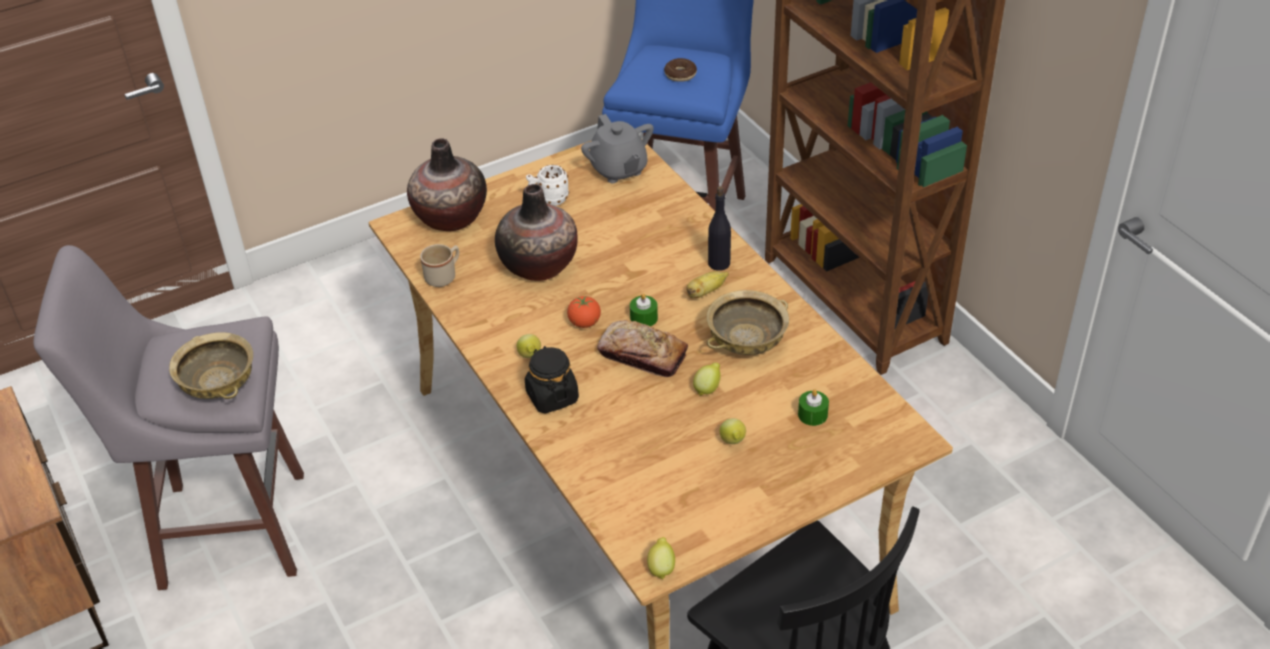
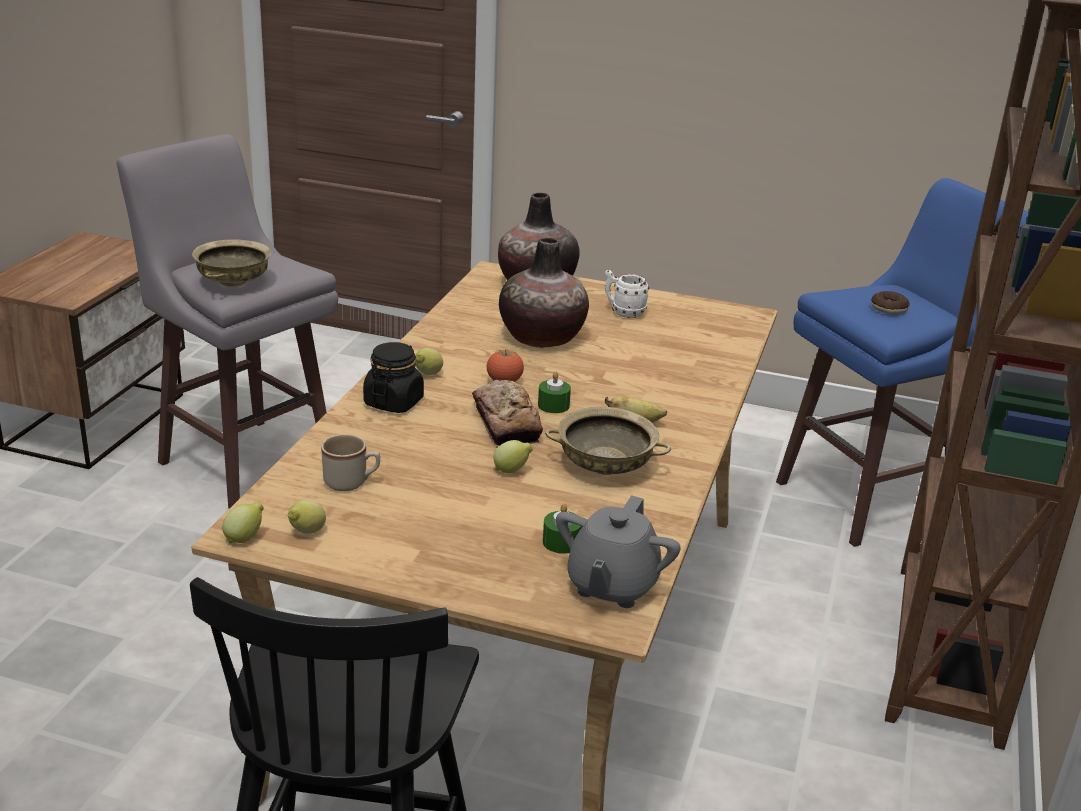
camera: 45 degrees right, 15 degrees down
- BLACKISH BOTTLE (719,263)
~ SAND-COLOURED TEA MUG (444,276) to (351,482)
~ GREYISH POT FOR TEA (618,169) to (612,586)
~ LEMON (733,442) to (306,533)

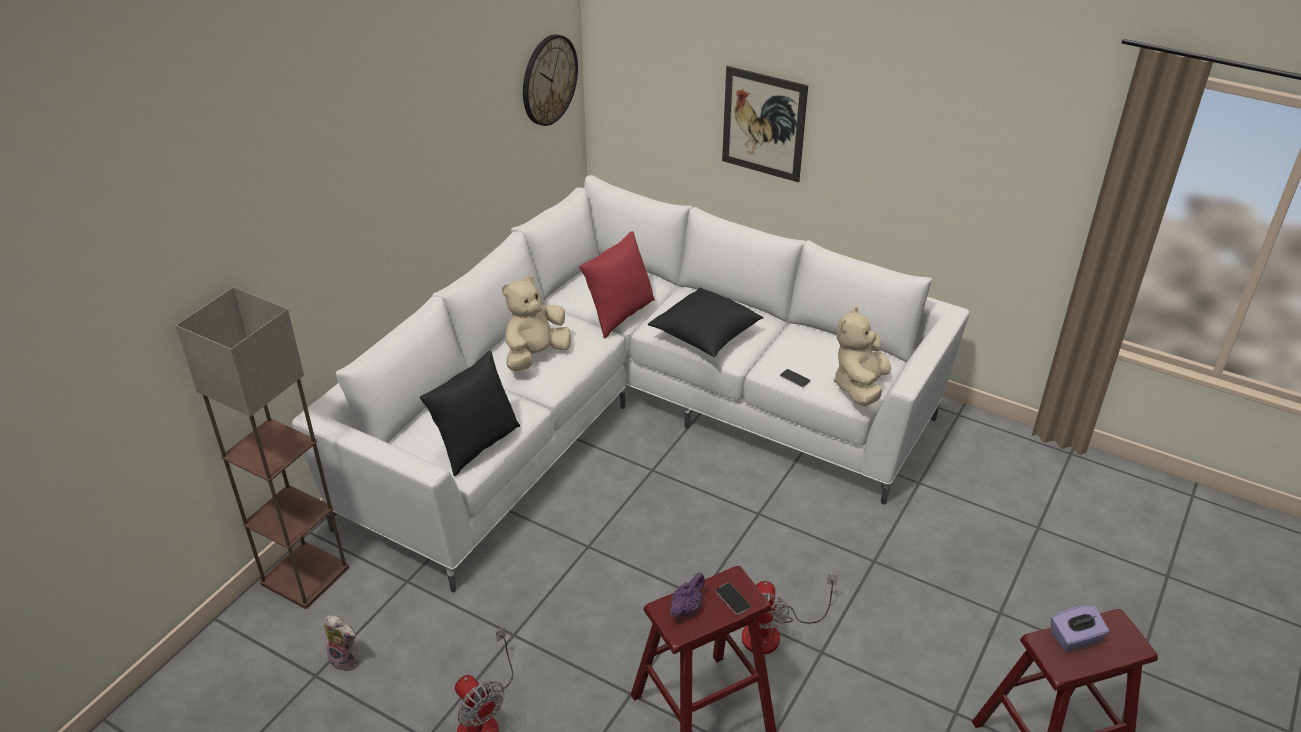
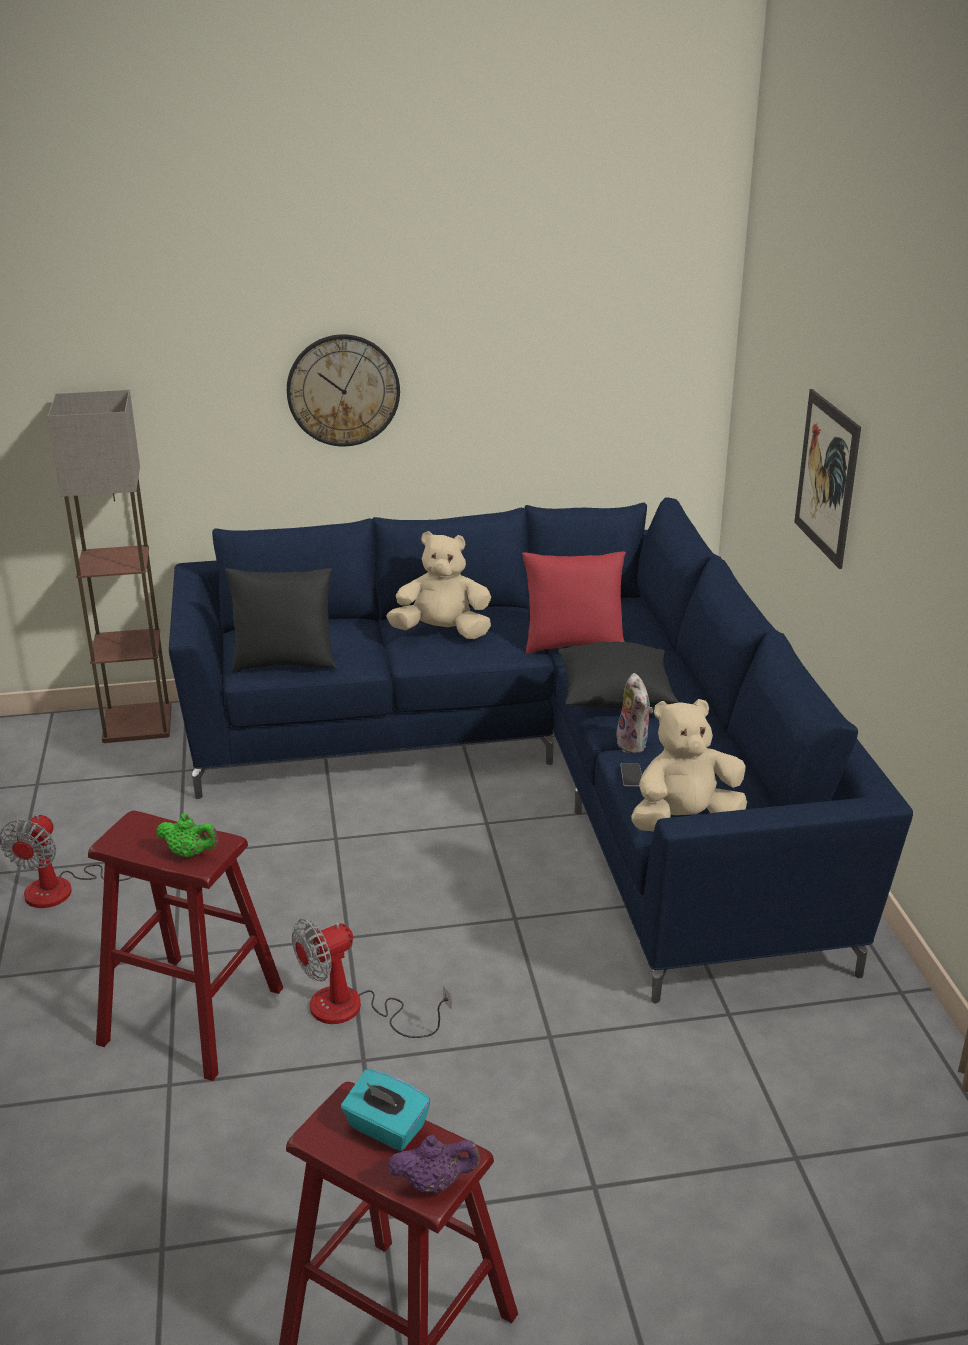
camera: 50 degrees right, 10 degrees down
~ CUDDLY TOY (347,659) to (634,744)
~ CLOCK ON THE WALL (549,80) to (343,390)
~ PURPLE POT FOR TEA (686,608) to (434,1183)
~ PHONE (732,599) to GREEN-COLOURED POT FOR TEA (190,853)
~ WHITE-COLOURED SOFA (629,417) to BLUE-COLOURED SOFA (541,774)
~ PURPLE BOX OF TISSUES (1075,638) to TURQUOISE BOX OF TISSUES (386,1128)

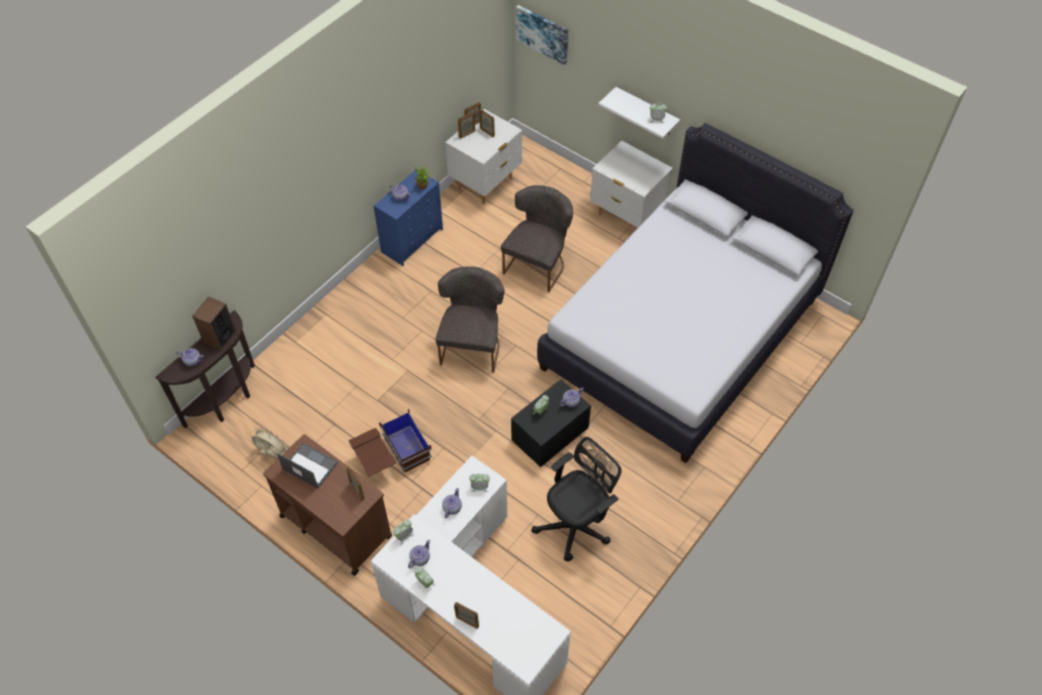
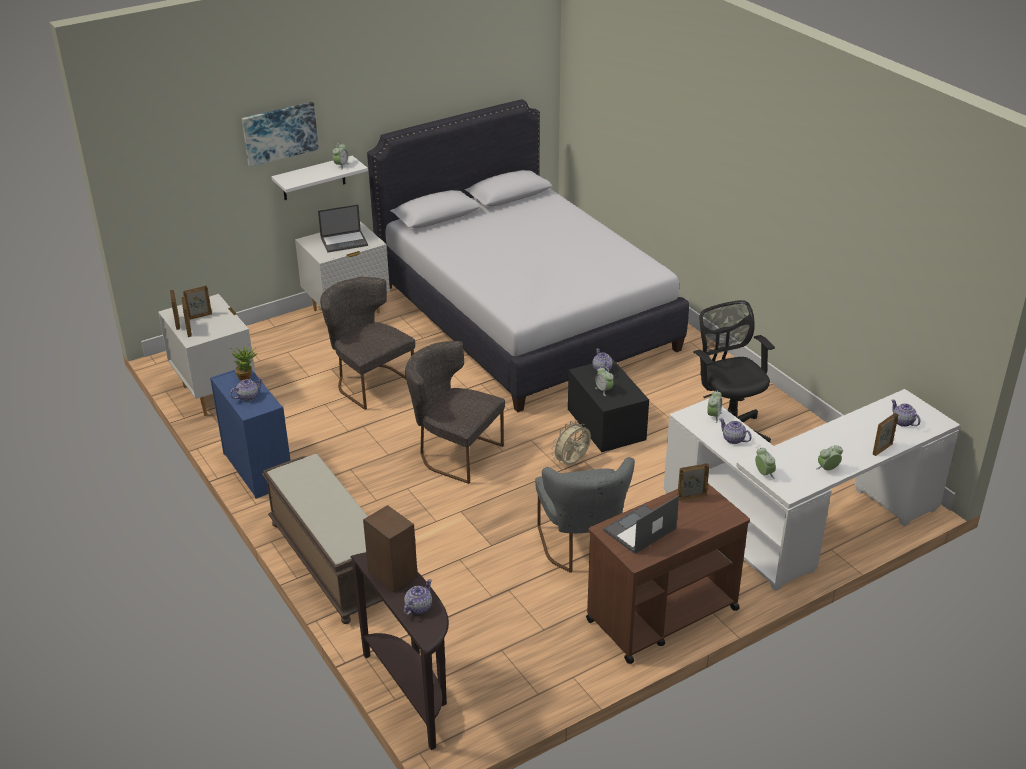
camera: 70 degrees left, 20 degrees down
+ BROWN-COLOURED LONG SEAT (330,562)
+ LAPTOP (344,241)
~ SAND-COLOURED ELECTRIC FAN (272,454) to (572,463)
~ POT FOR TEA (419,558) to (903,422)
~ PICTURE (543,34) to (279,133)
~ BROWN-COLOURED STORAGE BOX (392,457) to GREYISH PLAIN CHAIR (582,548)

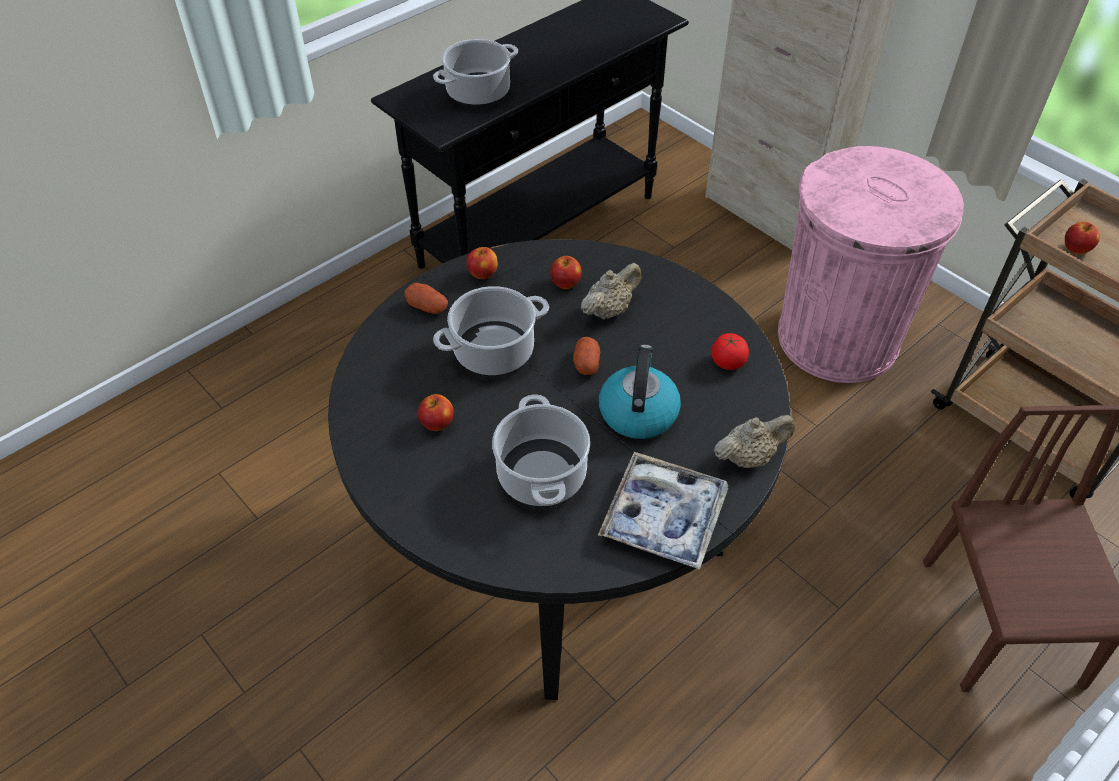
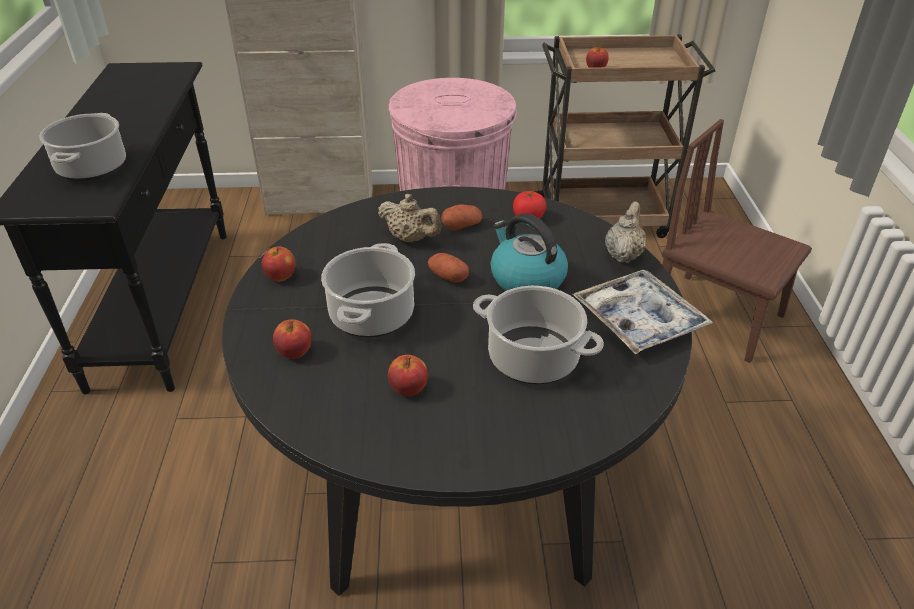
camera: 50 degrees left, 10 degrees down
~ WHOLE POTATO (427,307) to (461,226)
~ WHOLE APPLE (565,283) to (294,352)
~ SAND-COLOURED POT FOR TEA (609,310) = (411,239) 120 degrees clockwise

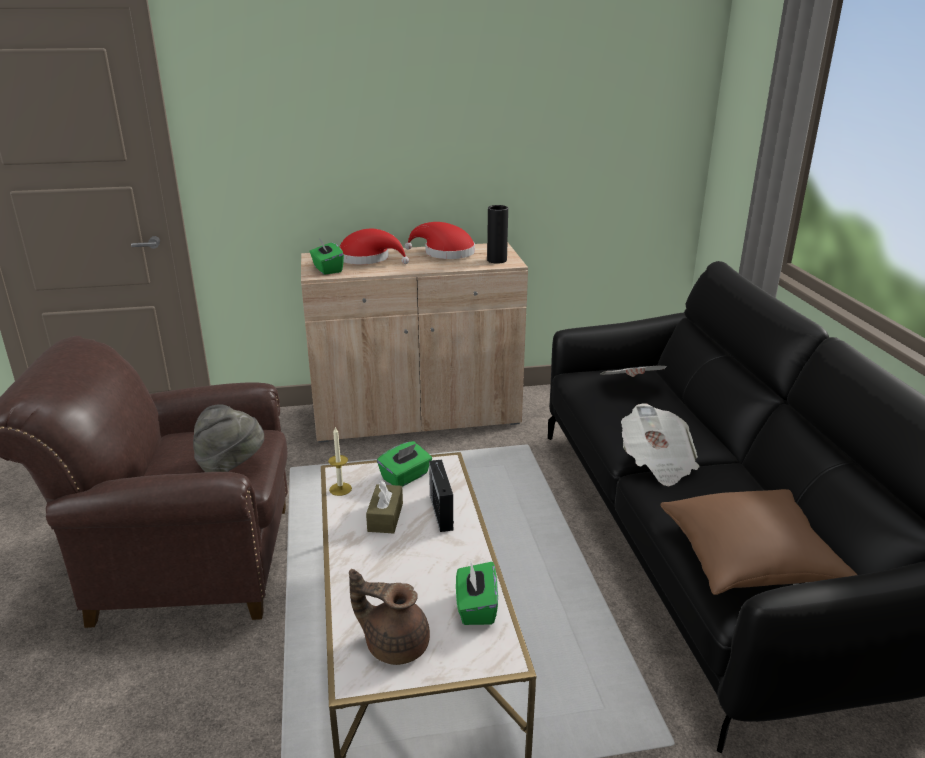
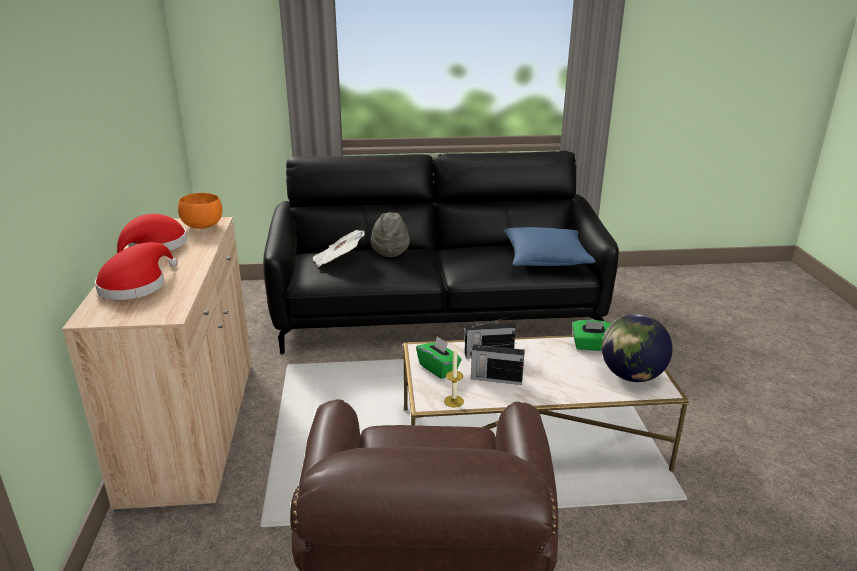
camera: 85 degrees left, 0 degrees up
- GREEN-COLOURED BOX OF TISSUES (327,269)
- DAILY PAPER (657,463)
~ GREYISH HAT (231,466) to (390,251)
~ BROWN-COLOURED POT FOR TEA (394,644) to WORLD GLOBE (631,376)
~ BROWN-COLOURED BOX OF TISSUES (385,517) to RADIO SET (495,378)
~ BLACKISH FLOWER VASE (497,260) to ORANGE BOWL (202,226)
~ BROWN-COLOURED CUSHION (749,559) to BLUE-COLOURED CUSHION (546,259)

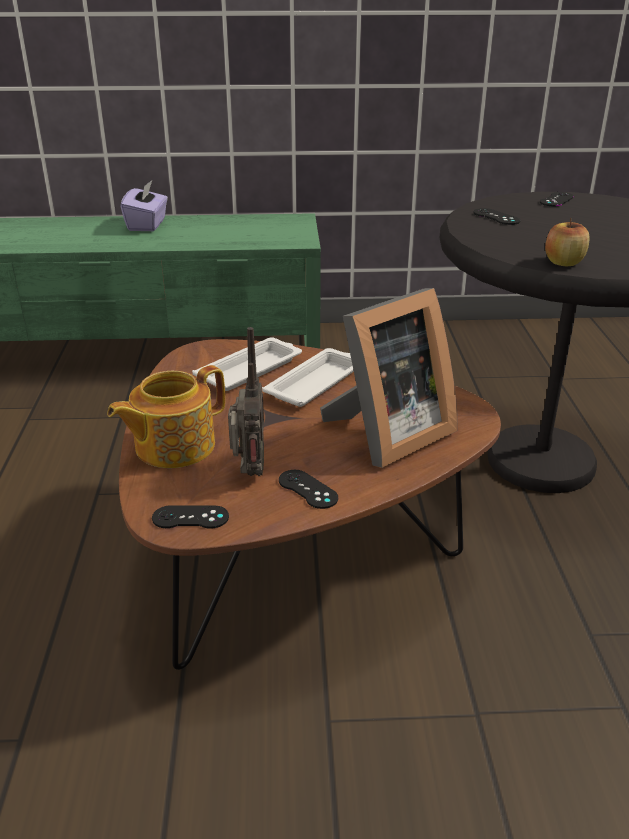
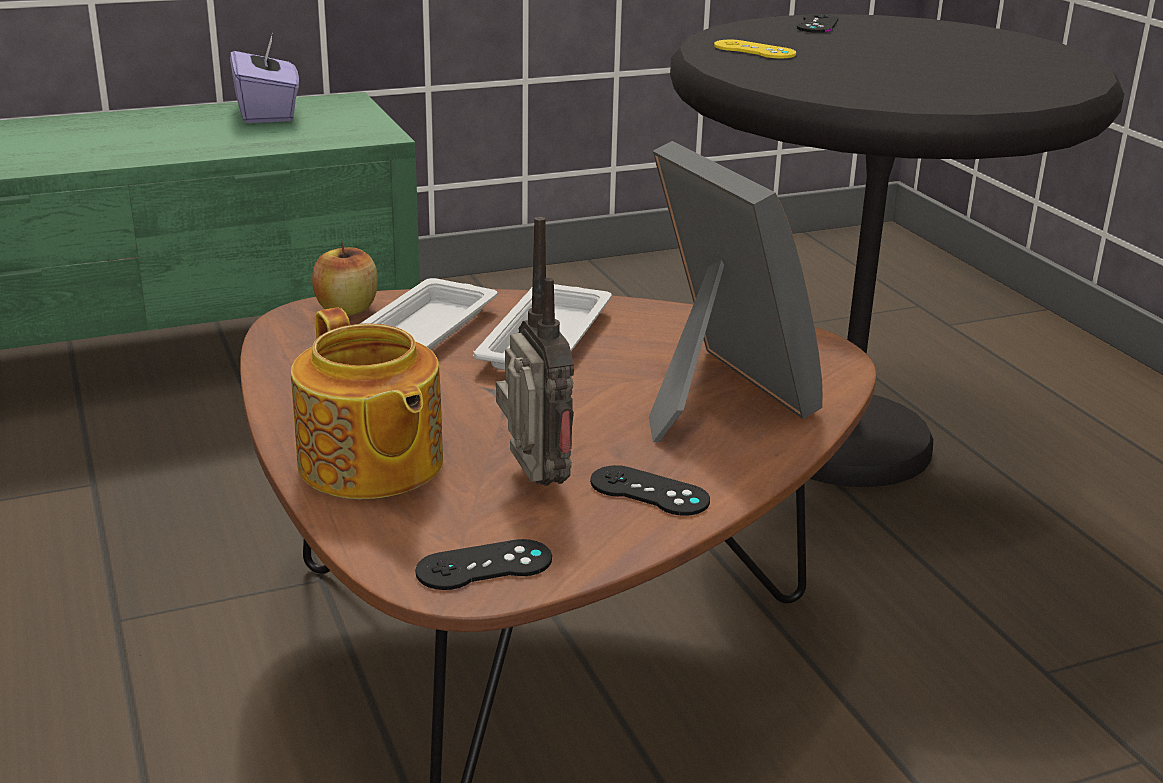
camera: 20 degrees left, 5 degrees down
~ PURPLE BOX OF TISSUES (147,225) to (268,113)
~ WHOLE APPLE (563,262) to (346,309)
~ BLACKISH GAME CONTROLLER (496,217) to YELLOWISH GAME CONTROLLER (754,50)
~ POT FOR TEA (173,446) = (370,465) 60 degrees counterclockwise
~ PICTURE FRAME (386,434) = (714,396) 60 degrees counterclockwise

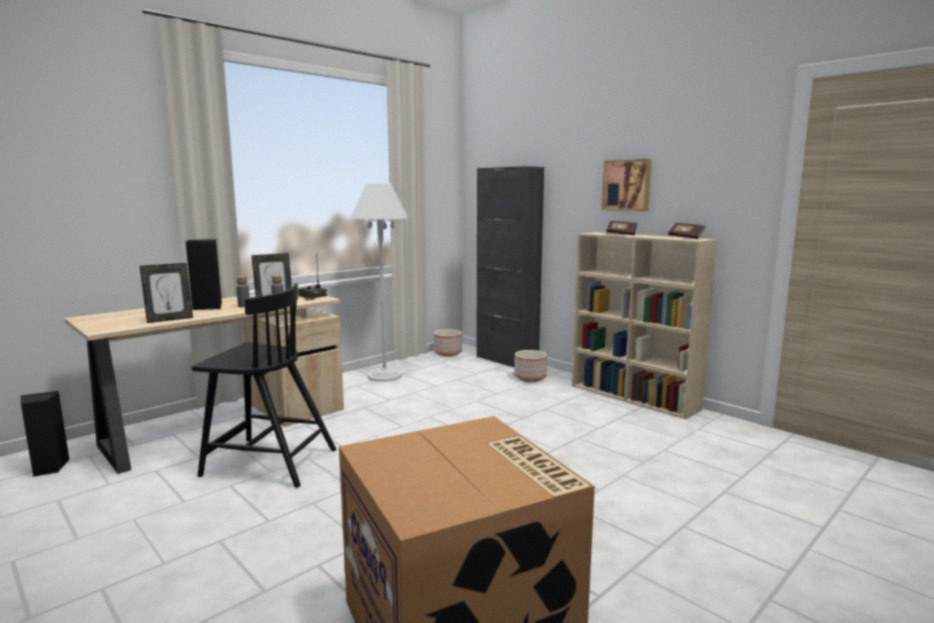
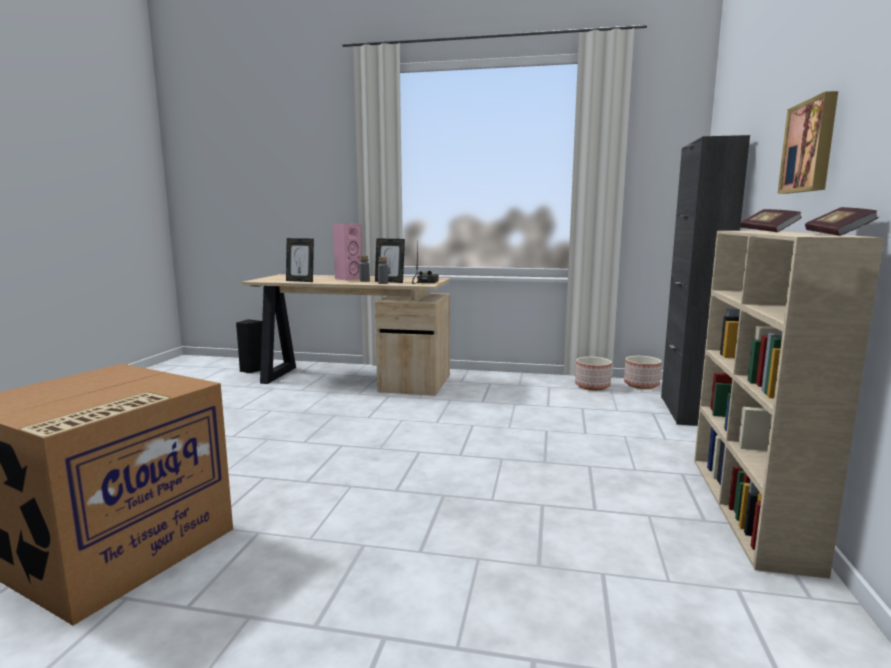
camera: 55 degrees right, 0 degrees up
- BLACKISH PLAIN CHAIR (268,462)
- WHITE-COLOURED FLOOR LAMP (384,376)
~ FLOWER POT (529,377) to (592,386)
~ BLACKISH SPEAKER (207,307) to PINKISH SPEAKER (348,279)

